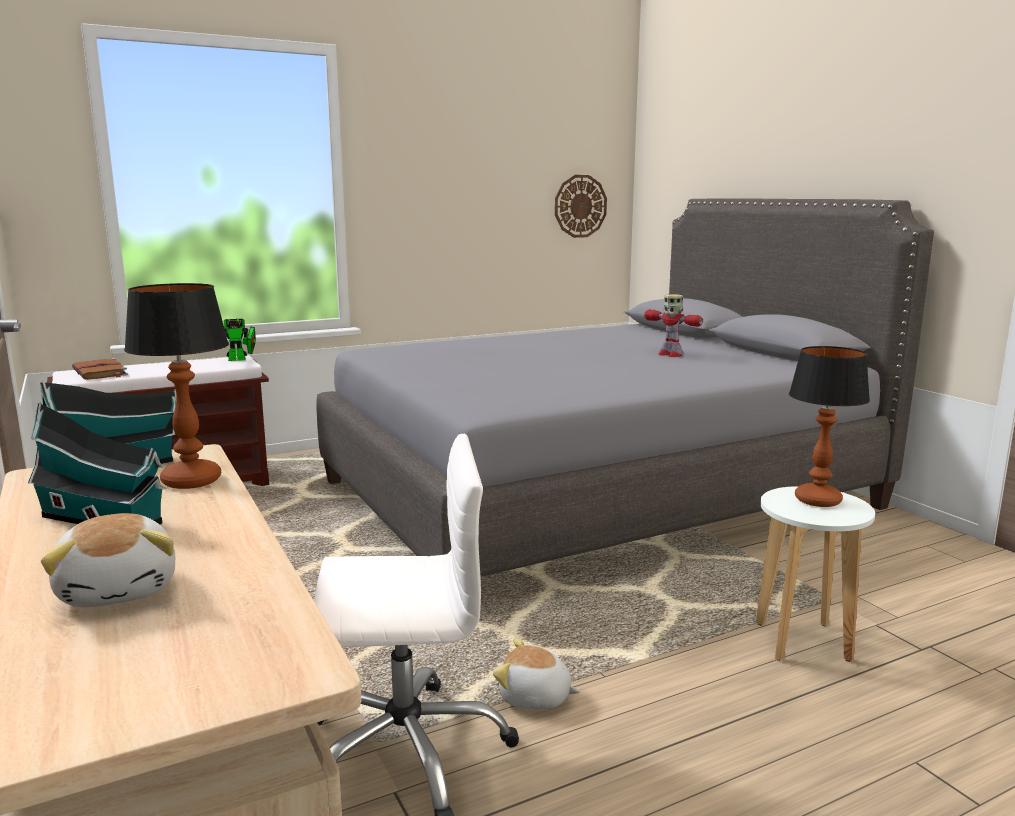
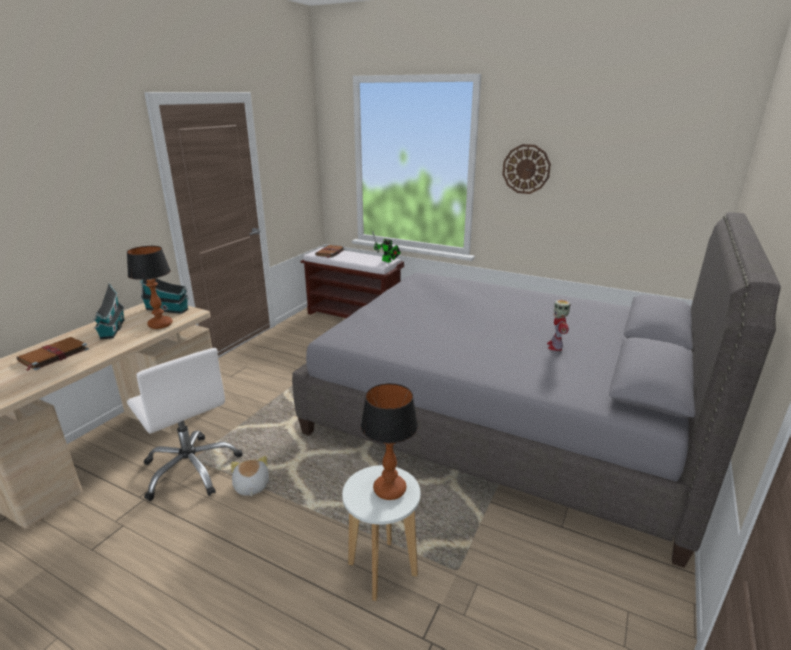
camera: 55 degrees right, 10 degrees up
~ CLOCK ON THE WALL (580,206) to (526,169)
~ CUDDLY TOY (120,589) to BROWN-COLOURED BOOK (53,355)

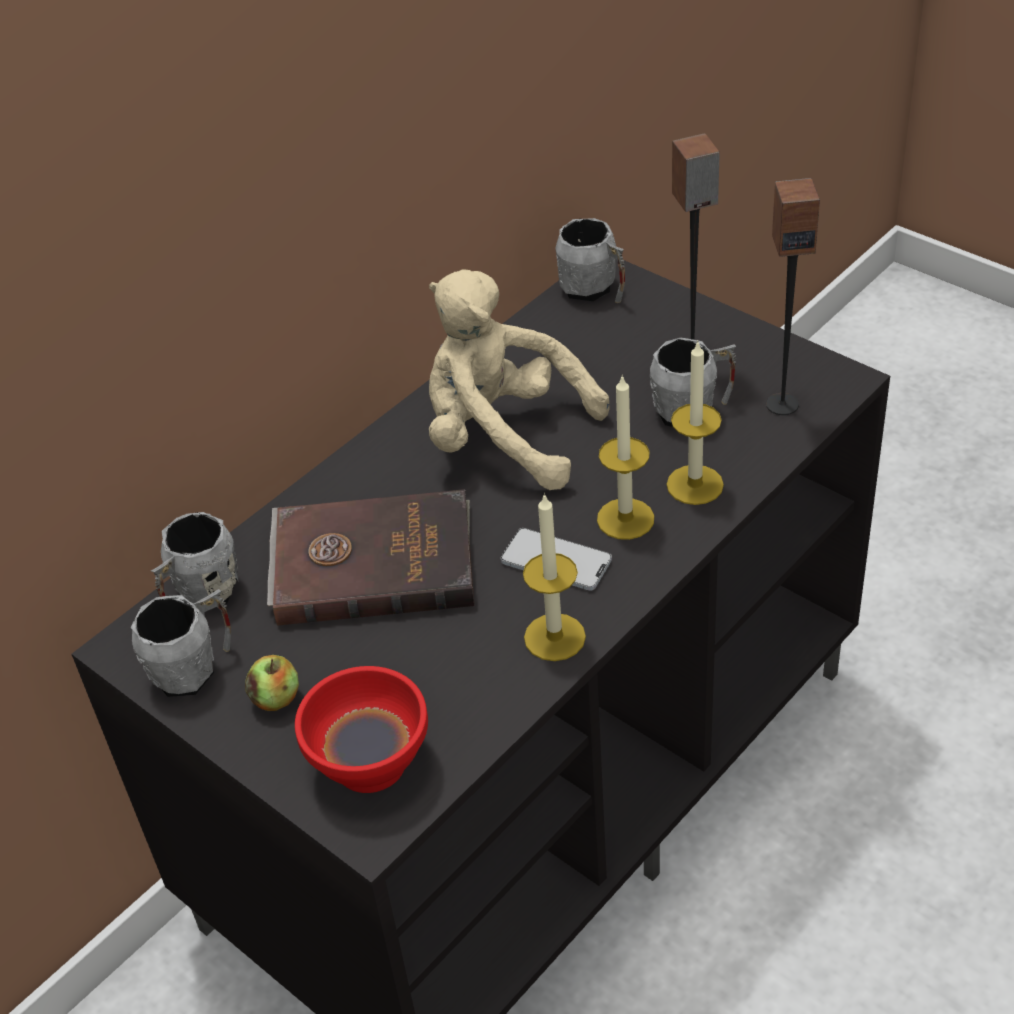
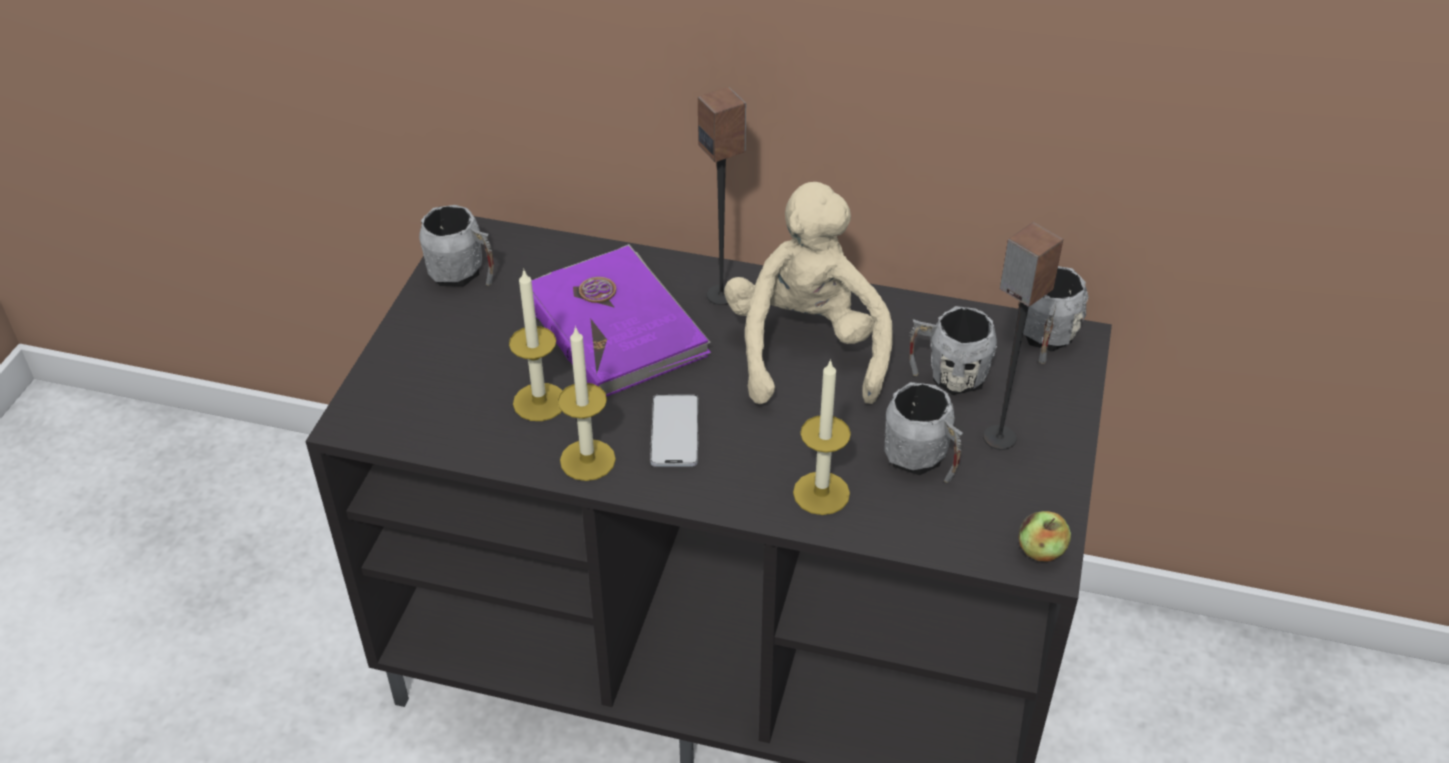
camera: 60 degrees right, 0 degrees up
- REDDISH BOWL (372,765)
~ GREYISH TEA MUG (201,596) to (947,376)
~ WHOLE APPLE (276,698) to (1041,551)
~ WAX LIGHT (625,519) to (539,402)
~ SPEAKER (782,404) to (722,295)
~ BROWN-COLOURED BOOK (372,562) to PURPLE BOOK (616,325)

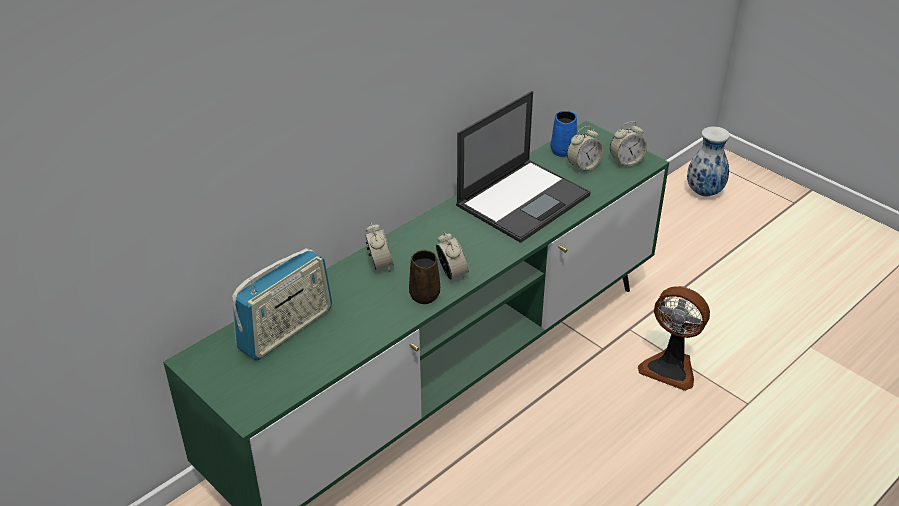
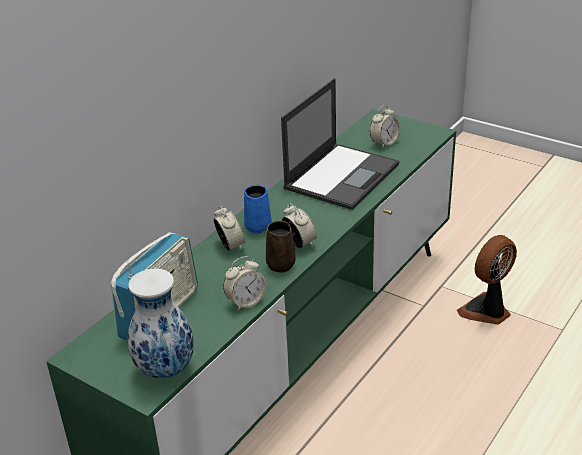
camera: 10 degrees left, 5 degrees down
~ BLUE-COLOURED TEA MUG (564,150) to (259,225)
~ TABLE CLOCK (626,161) to (246,302)
~ FLOWER VASE (704,193) to (165,370)
~ ELECTRIC FAN (670,367) = (487,311) 120 degrees clockwise

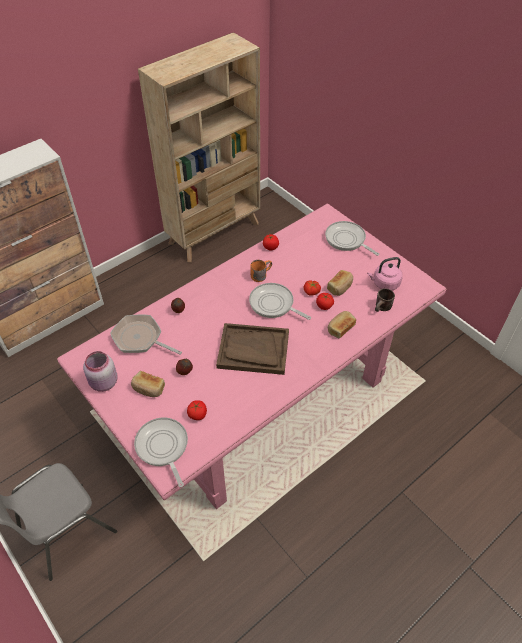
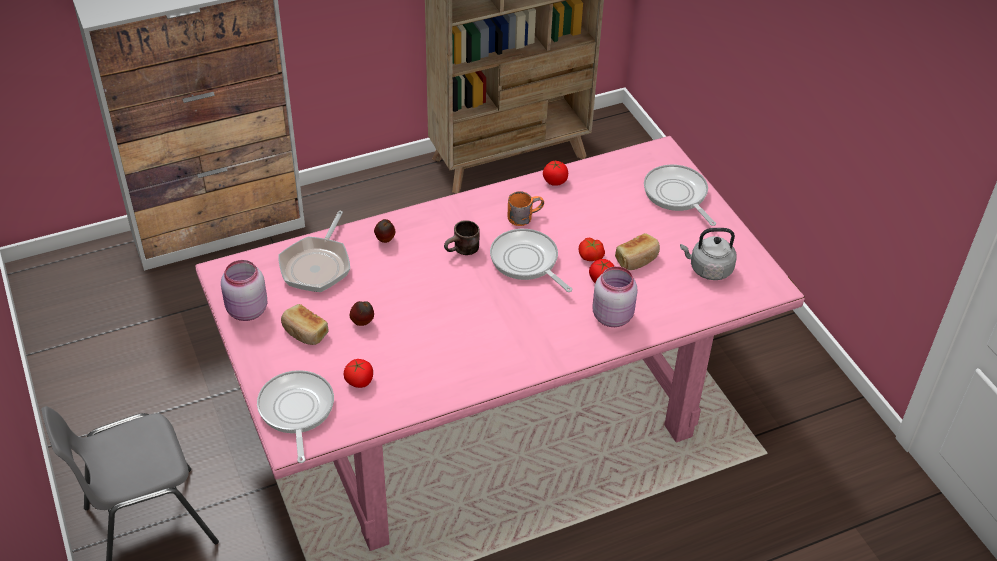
camera: 15 degrees right, 5 degrees down
- BROWN-COLOURED SERVING TRAY (253,350)
~ BROWN-COLOURED TEA MUG (383,308) to (463,251)
~ BAKED BREAD (340,328) to PINKISH PRESERVE JAR (612,315)
~ PINKISH TEA KETTLE (384,284) to GREYISH TEA KETTLE (708,269)
~ FRYING PAN (140,339) = (317,265) 120 degrees counterclockwise

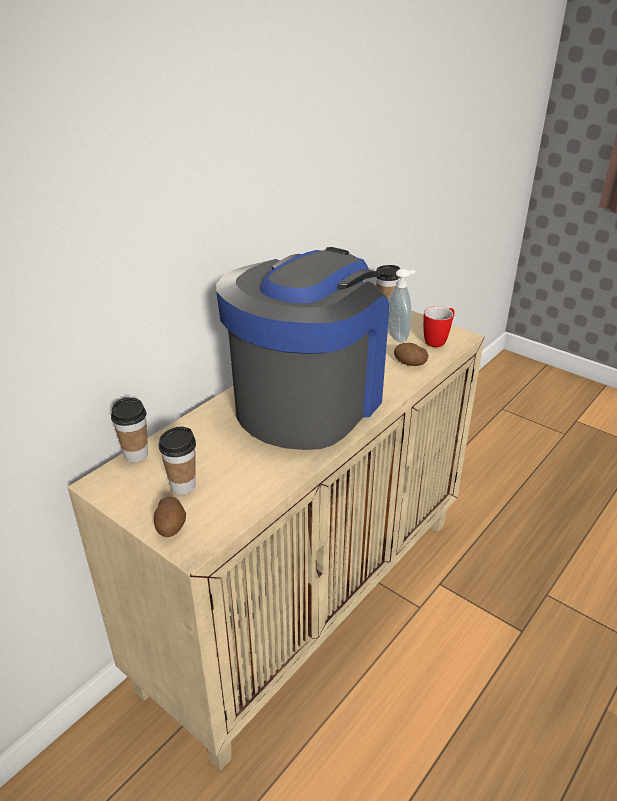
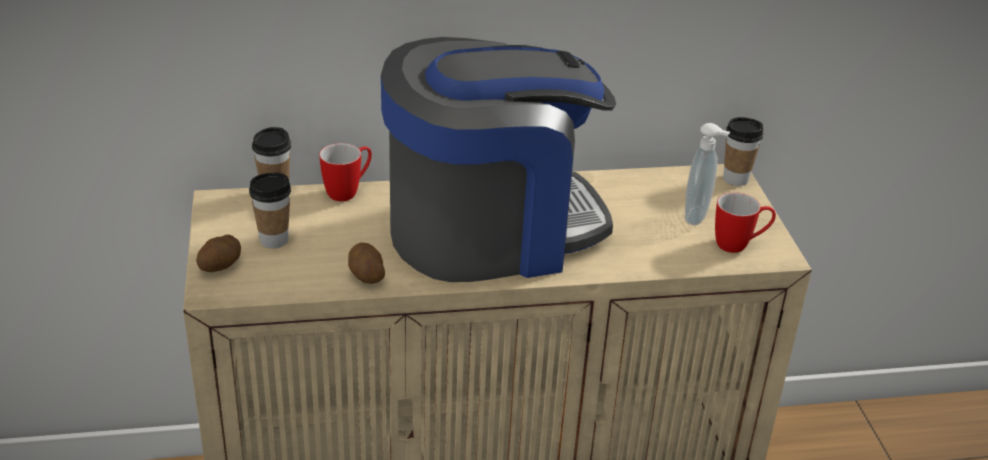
camera: 40 degrees right, 0 degrees up
+ TEA MUG (348,191)
~ WHOLE POTATO (409,363) to (366,275)

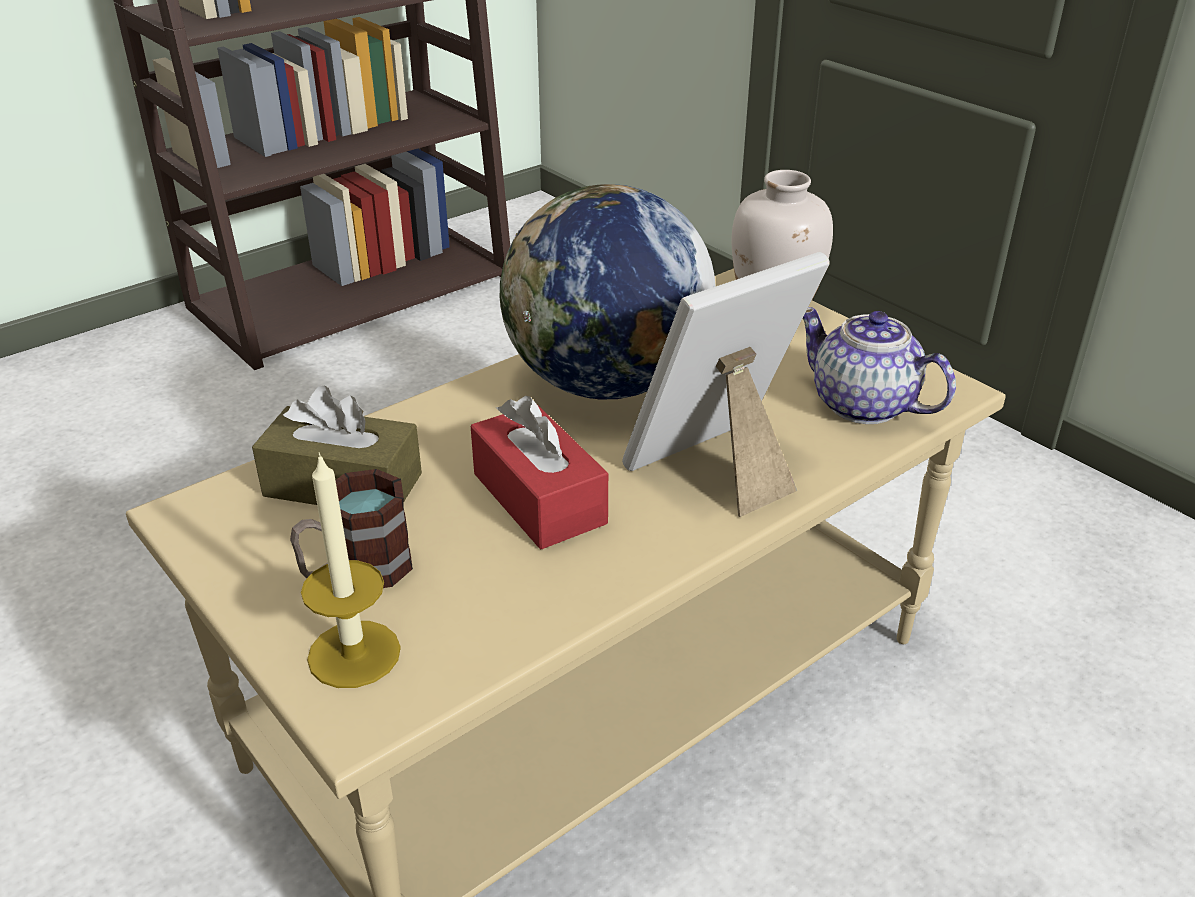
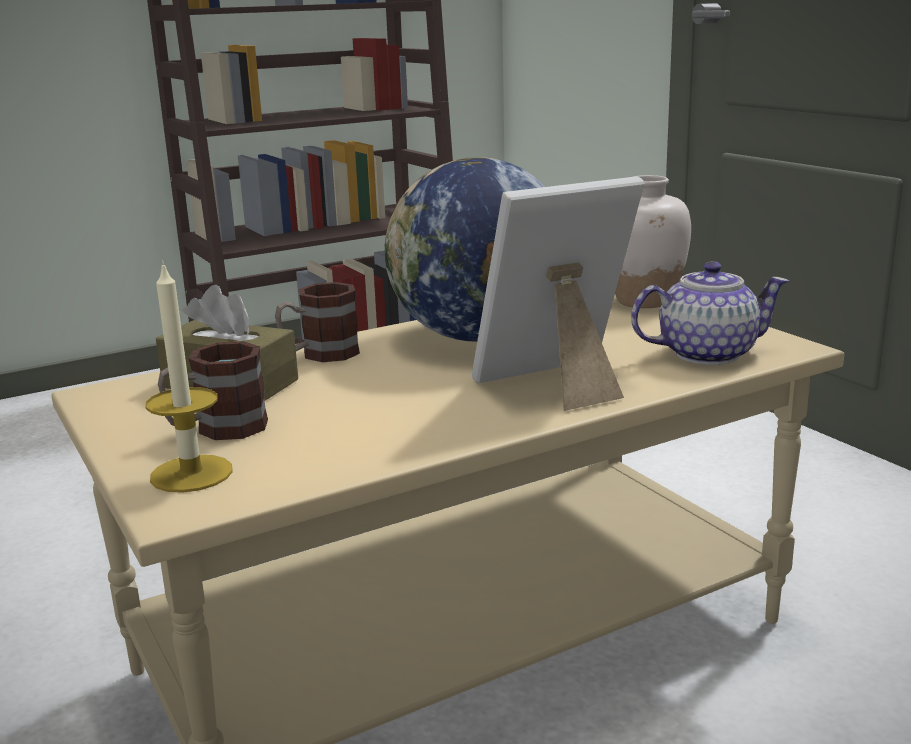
camera: 10 degrees right, 15 degrees down
- REDDISH BOX OF TISSUES (539,498)
+ TEA MUG (319,355)
~ POT FOR TEA (864,406) = (705,354) 120 degrees clockwise

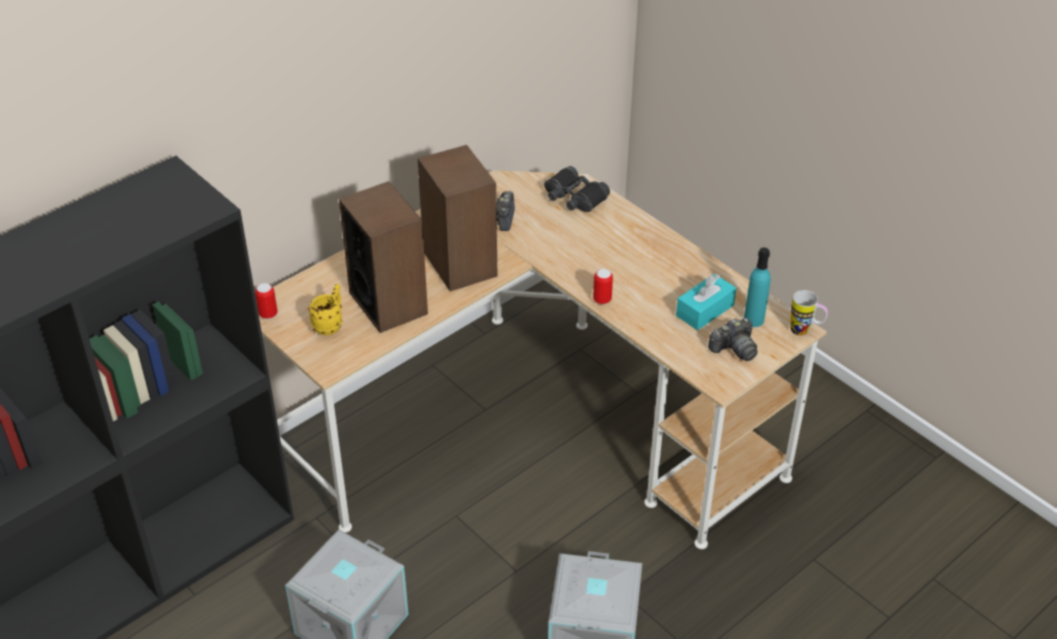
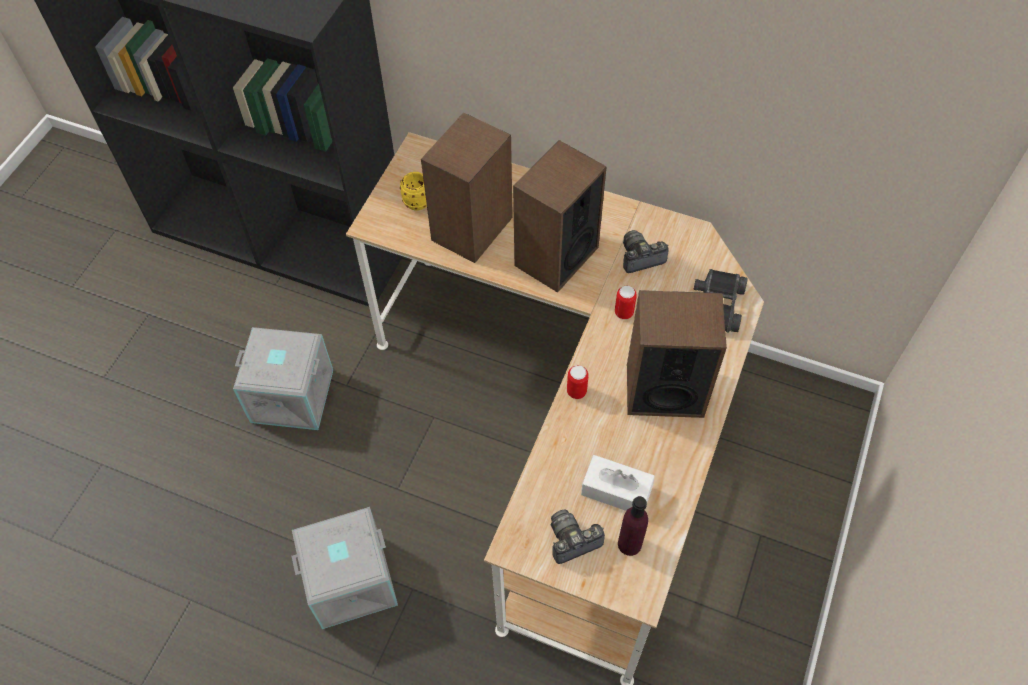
camera: 65 degrees right, 15 degrees up
- TEA MUG (805,331)
+ SPEAKER (664,390)
~ CAN (268,314) to (624,313)
~ TURQUOISE BOX OF TISSUES (705,310) to WHITE-COLOURED BOX OF TISSUES (616,491)
~ TURQUOISE BOTTLE (753,320) to PURPLE BOTTLE (629,544)
~ STILL CAMERA (734,349) = (573,541) 120 degrees clockwise

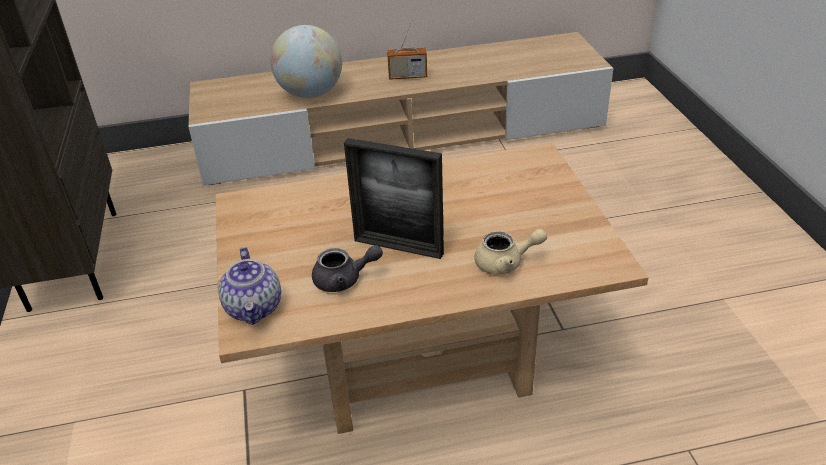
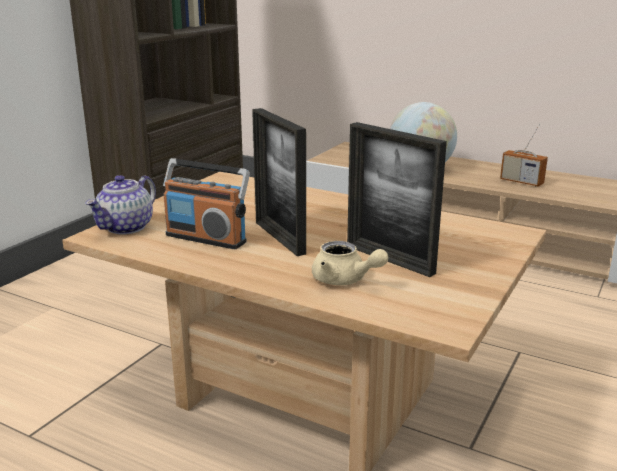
camera: 40 degrees right, 15 degrees down
+ PICTURE FRAME (389,259)
~ GREYISH POT FOR TEA (344,280) to RADIO SET (206,238)

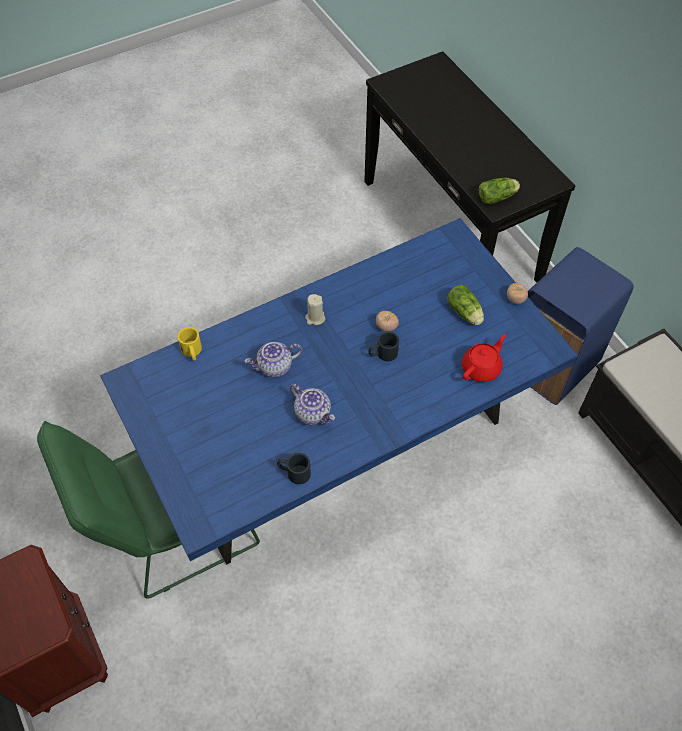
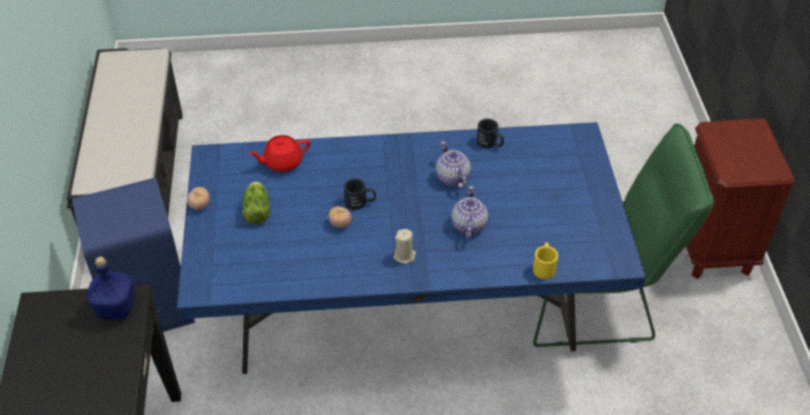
camera: 155 degrees left, 10 degrees down
~ LETTUCE HEAD (498,197) to BLUE-COLOURED BOTTLE (116,310)
~ POT FOR TEA (274,367) = (468,225) 90 degrees counterclockwise

